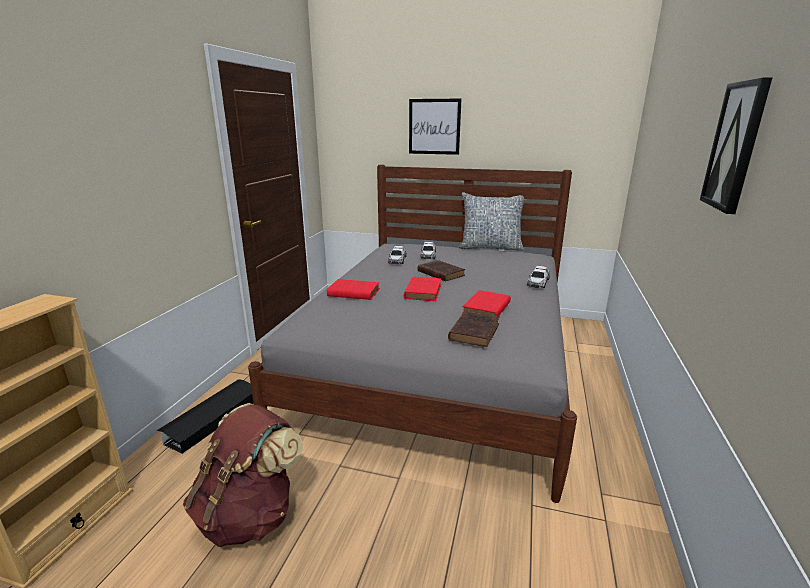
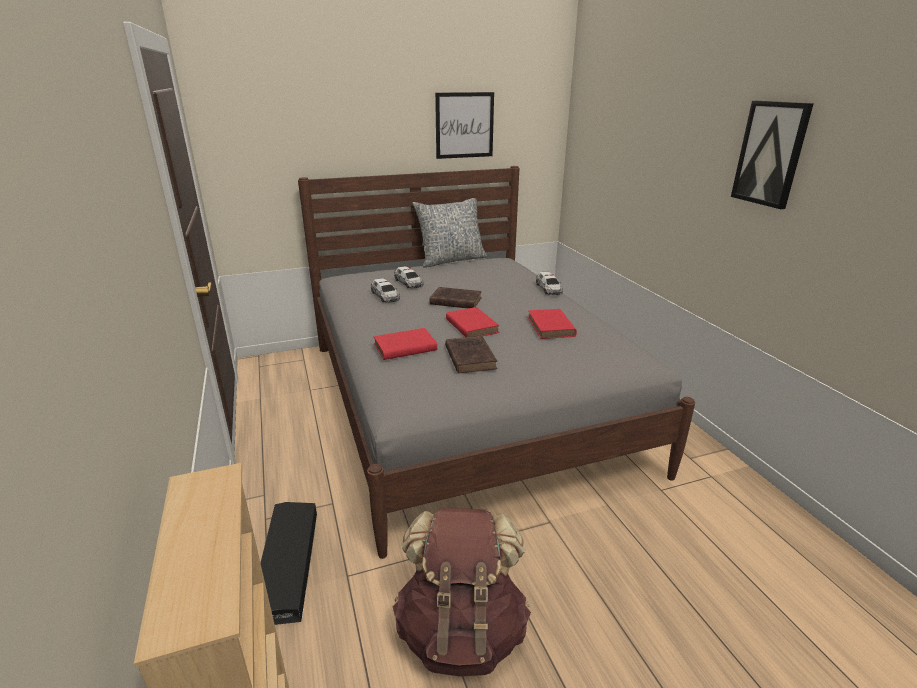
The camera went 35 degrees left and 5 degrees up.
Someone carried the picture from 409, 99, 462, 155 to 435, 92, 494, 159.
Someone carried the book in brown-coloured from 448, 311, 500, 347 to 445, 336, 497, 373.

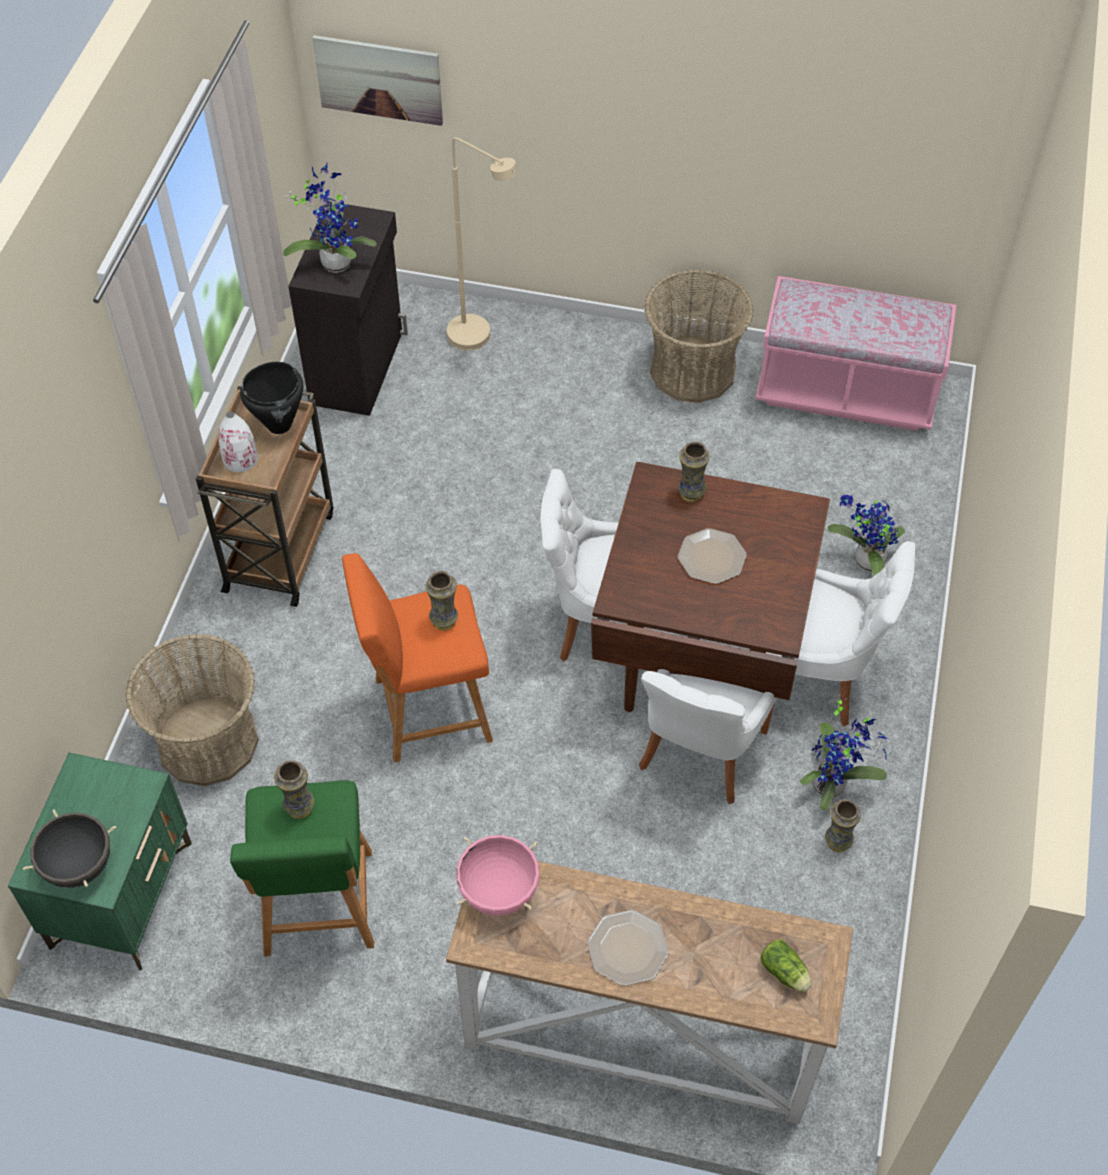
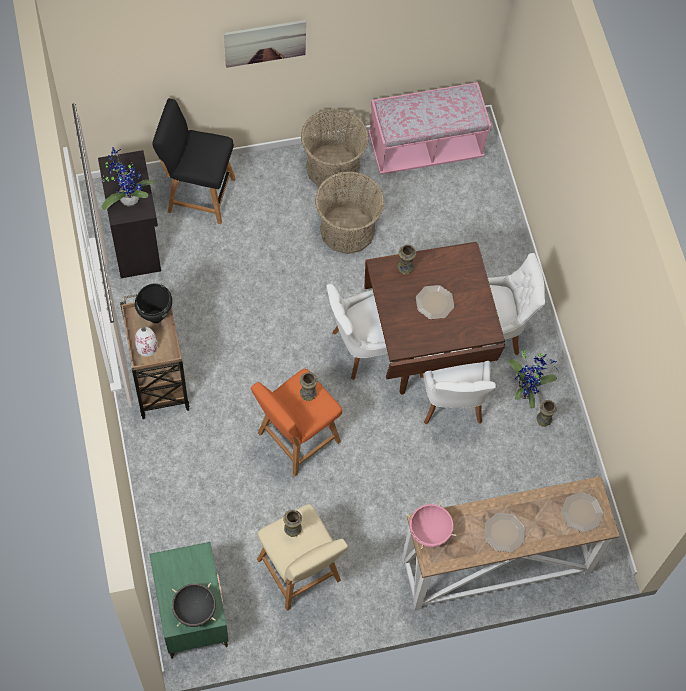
The camera went 30 degrees left and 10 degrees up.
Someone carried the picture from 312, 35, 443, 126 to 224, 20, 306, 68.
Someone swapped the standing lamp in sand-coloured at 447, 137, 518, 351 for the stool seat in black-coloured at 152, 98, 236, 225.
Someone took away the plant in a pot at 828, 494, 905, 576.
Someone carried the basket from 125, 634, 259, 786 to 315, 171, 384, 254.
Someone repainted the stool seat in green at 230, 780, 374, 957, which became the stool seat in sand-coloured at 257, 504, 348, 611.
Someone swapped the lettuce head at 760, 939, 812, 992 for the dinner plate at 561, 492, 604, 533.

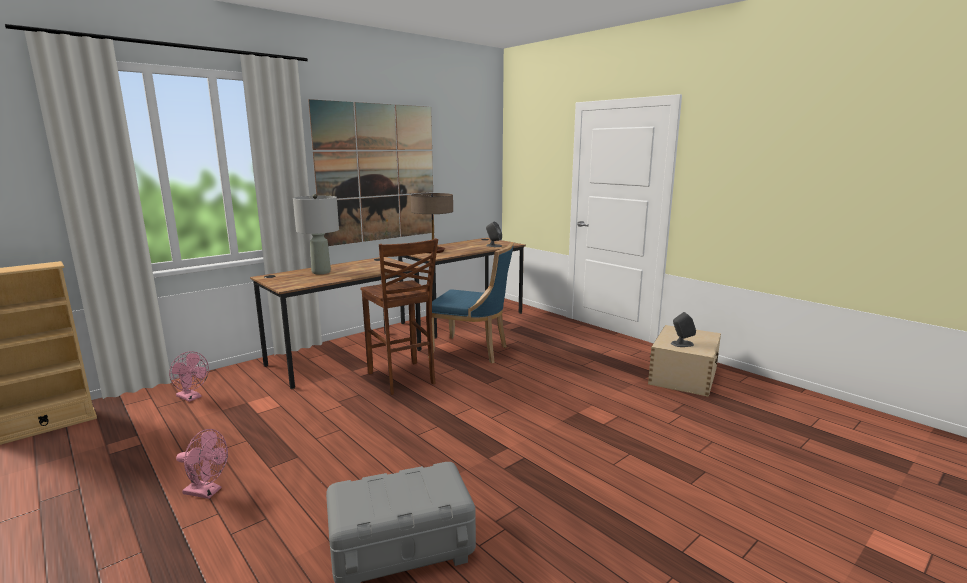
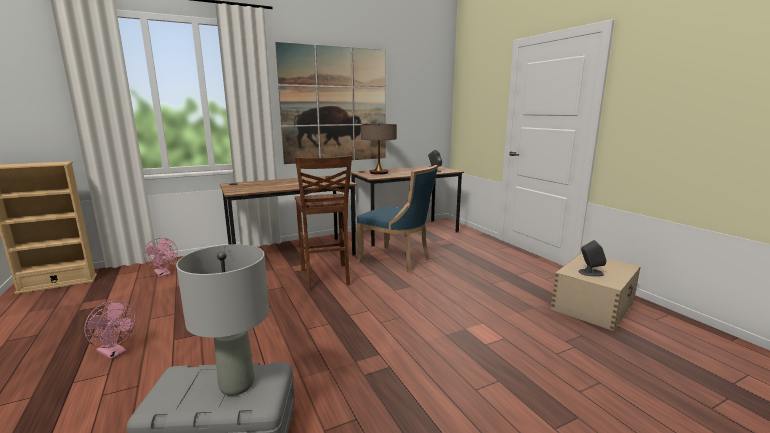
The camera went 15 degrees right and 0 degrees up.
Someone carried the lamp for a table in gray from 293, 194, 339, 274 to 176, 244, 269, 396.

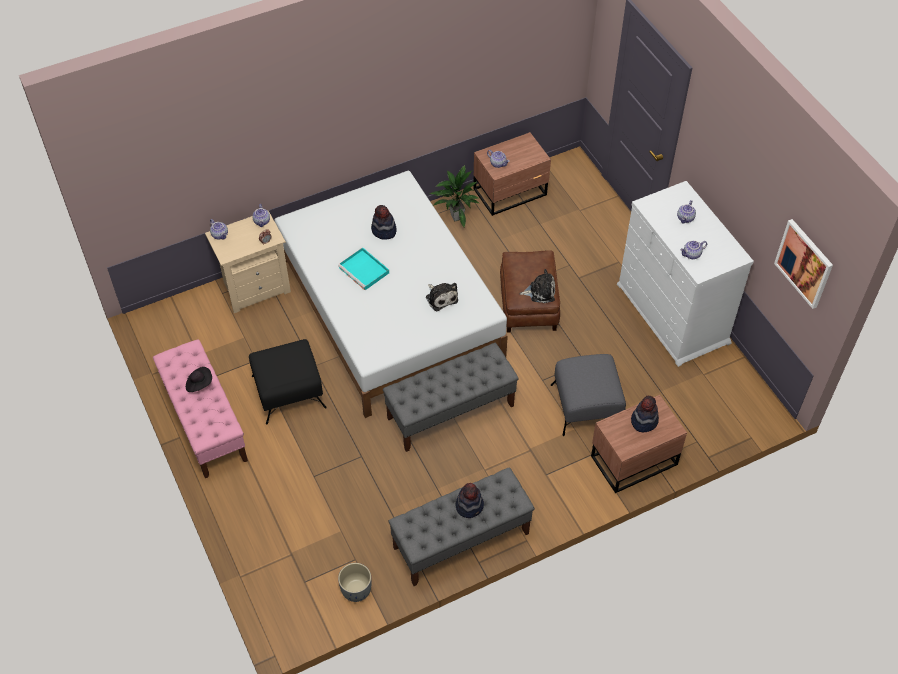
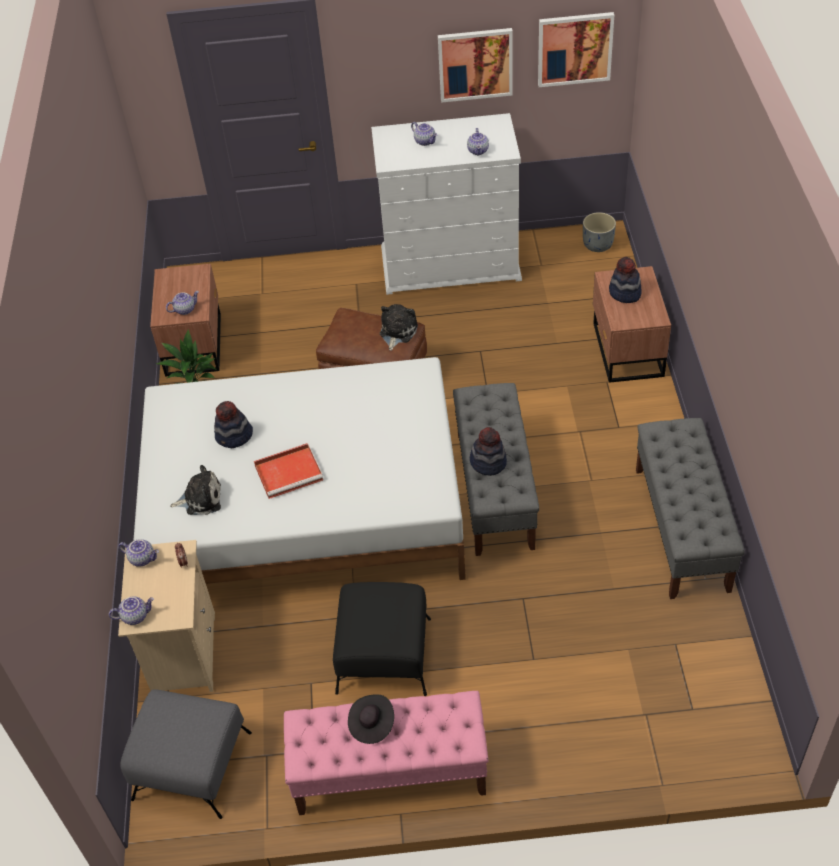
The camera went 65 degrees left and 5 degrees down.
Someone repainted the tray in blue-green at 338, 248, 389, 290, which became the tray in red-coloured at 254, 443, 323, 499.
Someone carried the plush toy from 426, 283, 458, 312 to 170, 465, 221, 515.
Someone carried the footrest in gray from 551, 354, 626, 436 to 120, 689, 252, 819.
Someone carried the clothing hat from 456, 483, 484, 518 to 470, 427, 507, 476.
Someone carried the planter in gray from 338, 563, 371, 602 to 583, 212, 616, 252.
Someone put up the picture at 438, 28, 513, 103.

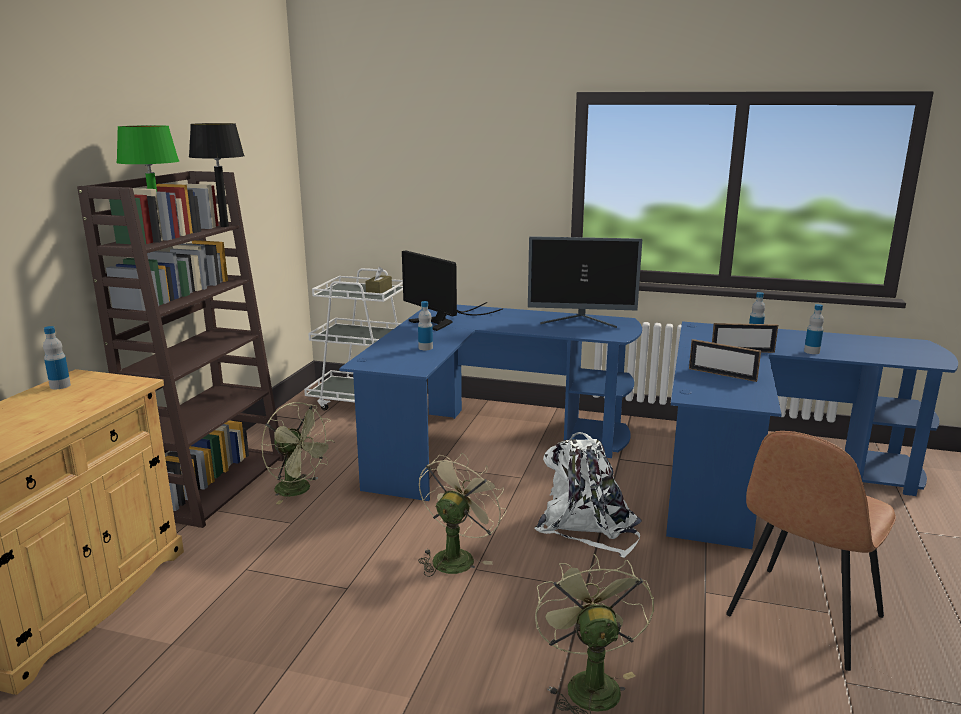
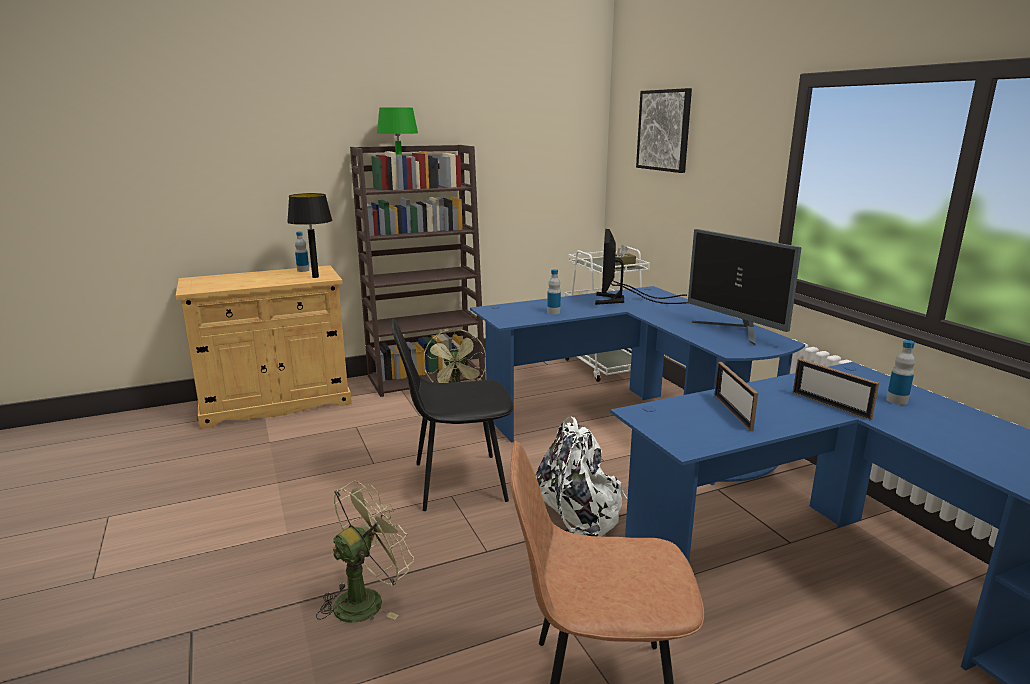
The camera went 50 degrees right and 0 degrees up.
Someone carried the lamp for a table in black-coloured from 189, 123, 245, 227 to 287, 193, 332, 278.
Someone took away the bottle at 804, 304, 824, 354.
Someone swapped the cooling fan in sand-coloured at 418, 453, 507, 577 for the plain chair in black-coloured at 391, 318, 513, 511.
Someone put up the picture at 636, 88, 692, 173.

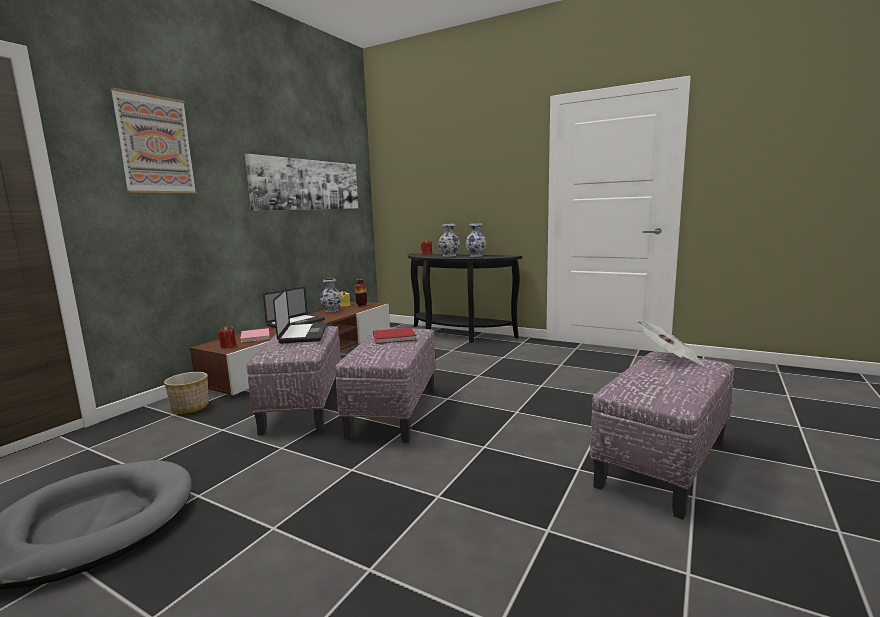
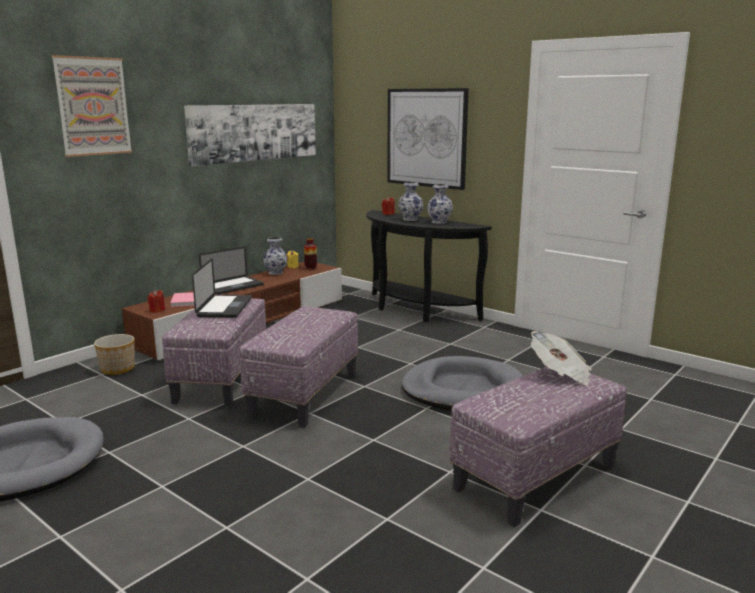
The camera went 10 degrees right and 5 degrees up.
Someone took away the book in red-coloured at 373, 328, 417, 344.
Someone put up the picture at 387, 88, 469, 190.
Someone put down the dog bed in gray at 402, 356, 523, 410.

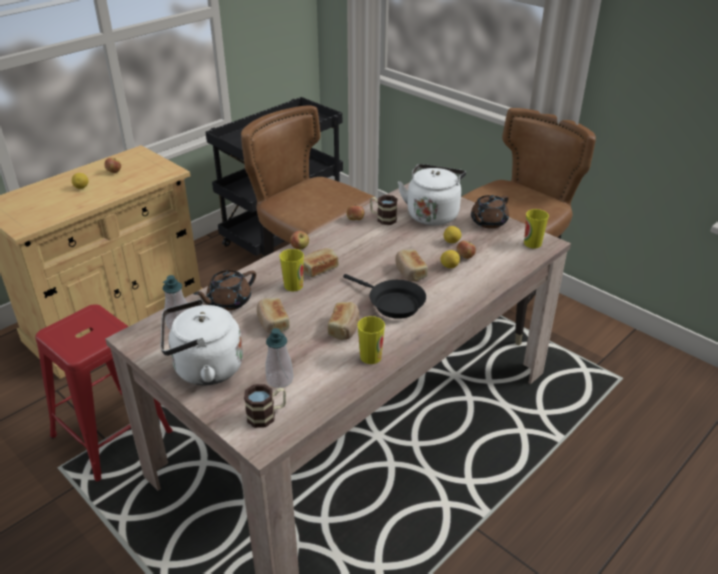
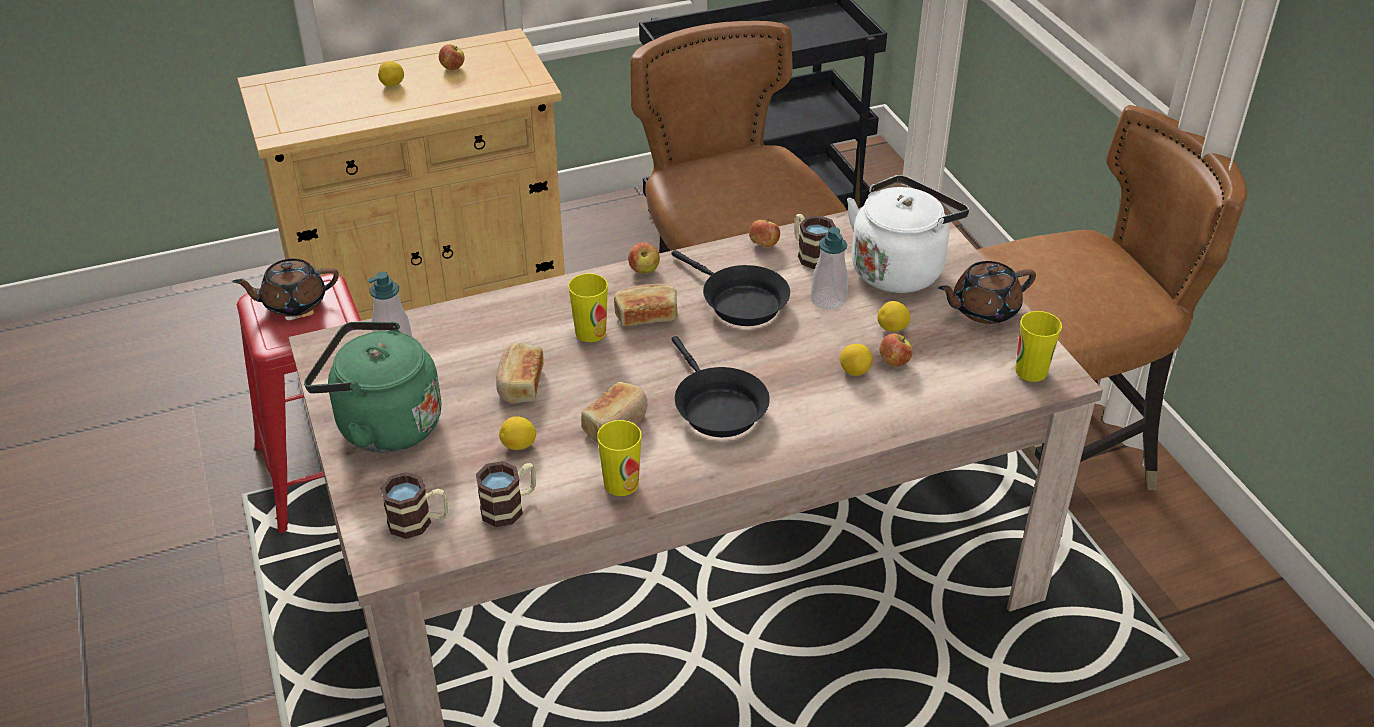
The camera went 25 degrees right and 5 degrees up.
Someone took away the bakery bread at 395, 250, 428, 282.
Someone carried the pot for tea in brown-coloured from 194, 270, 256, 310 to 232, 259, 339, 317.
Someone repainted the water kettle in white-coloured at 160, 299, 243, 385, which became the water kettle in green at 304, 322, 441, 453.
Someone carried the soap bottle from 265, 328, 293, 388 to 811, 227, 848, 310.
Someone put down the pan in black-coloured at 672, 250, 790, 326.
Someone put down the lemon at 499, 416, 536, 450.
Someone put down the tea mug at 476, 461, 536, 527.

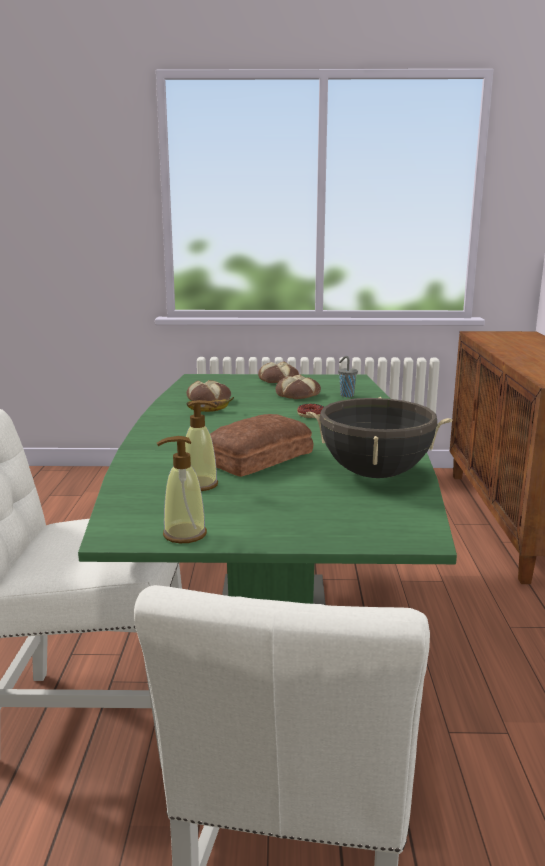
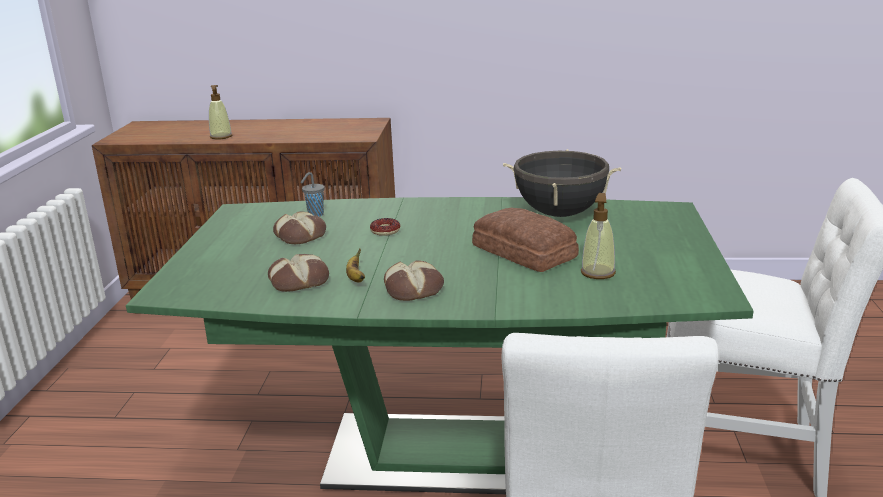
The camera went 85 degrees left and 5 degrees up.
Someone carried the bakery bread from 258, 361, 299, 383 to 384, 260, 444, 301.
Someone carried the soap bottle from 157, 436, 207, 543 to 209, 85, 233, 140.

